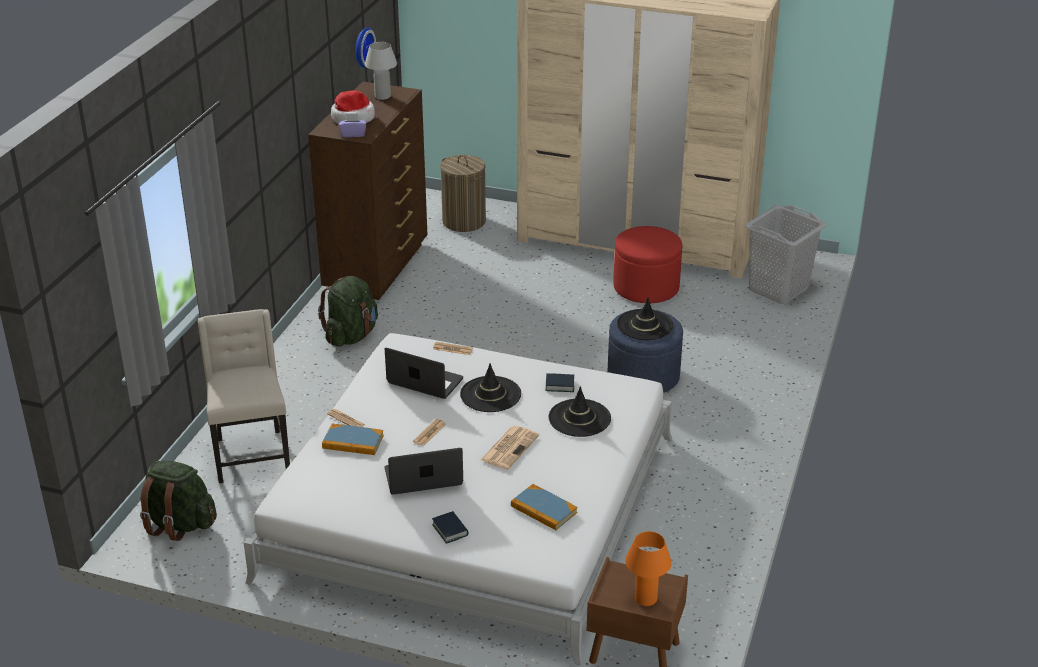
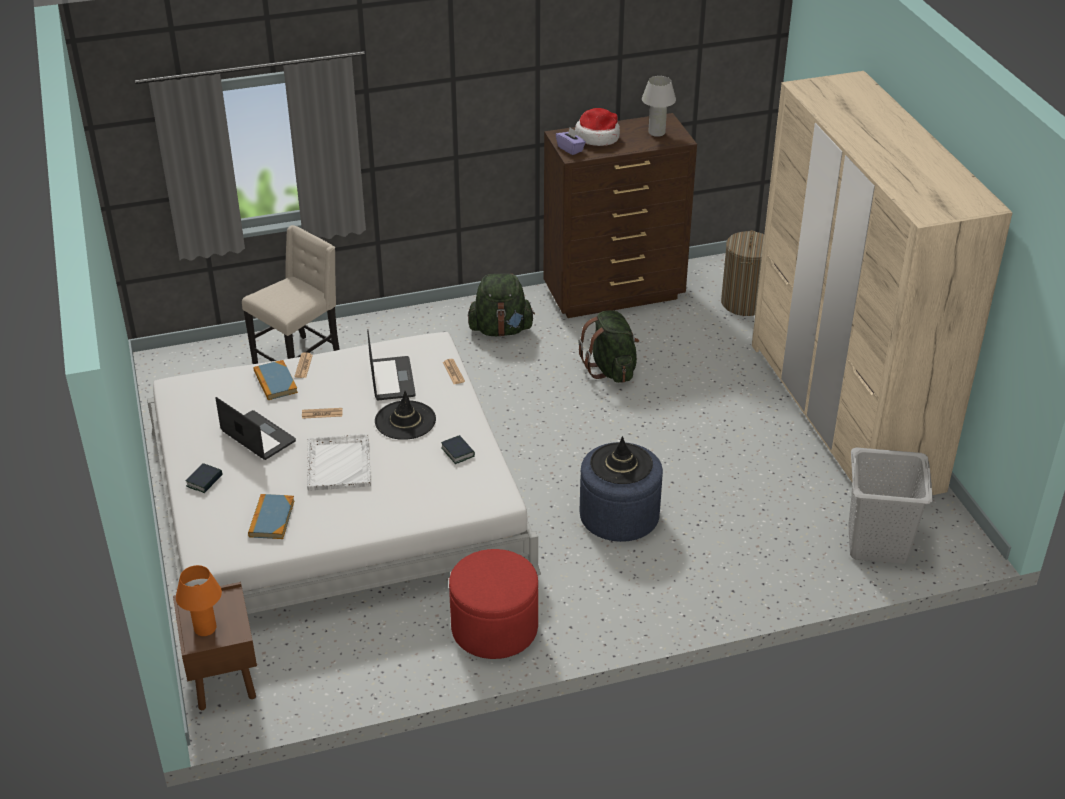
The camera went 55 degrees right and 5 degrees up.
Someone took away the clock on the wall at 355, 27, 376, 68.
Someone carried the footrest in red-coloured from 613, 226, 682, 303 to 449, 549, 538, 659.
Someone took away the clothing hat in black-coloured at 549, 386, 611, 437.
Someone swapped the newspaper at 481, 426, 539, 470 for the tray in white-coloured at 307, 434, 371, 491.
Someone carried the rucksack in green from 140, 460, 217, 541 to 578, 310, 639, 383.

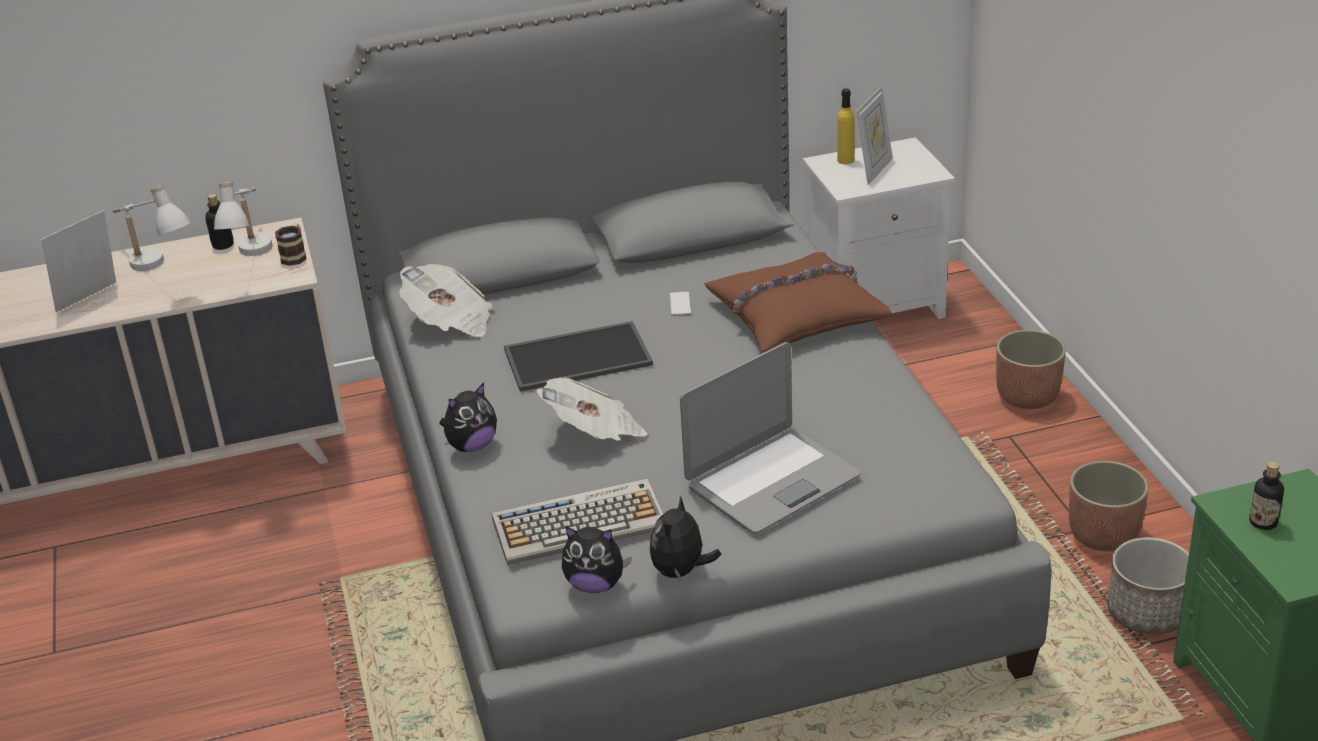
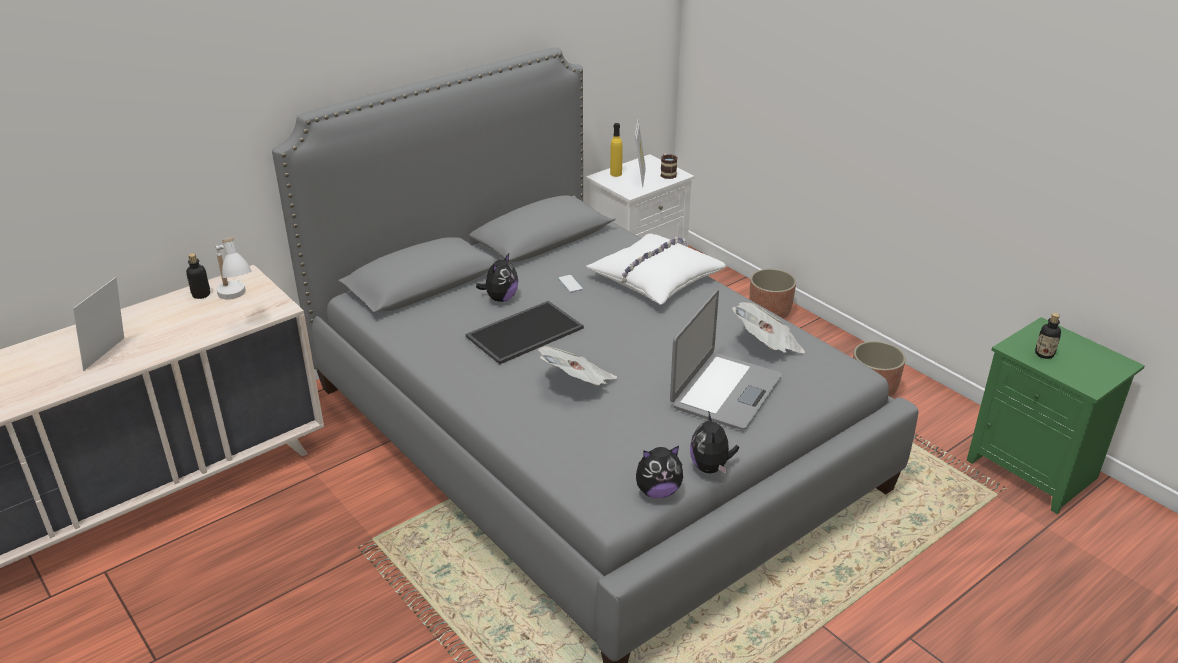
The camera went 25 degrees left and 0 degrees up.
Someone took away the lamp for a table in white-coloured at 112, 185, 191, 271.
Someone carried the tea mug from 275, 223, 306, 266 to 661, 154, 678, 179.
Someone repainted the pillow in brown-coloured at 704, 252, 892, 351, which became the pillow in white-coloured at 586, 234, 727, 305.
Someone carried the newspaper from 399, 264, 492, 337 to 732, 302, 805, 353.
Someone carried the plush toy from 439, 383, 497, 452 to 476, 253, 518, 302.
Someone took away the PC keyboard at 492, 478, 663, 565.
Someone took away the planter at 1107, 537, 1189, 635.

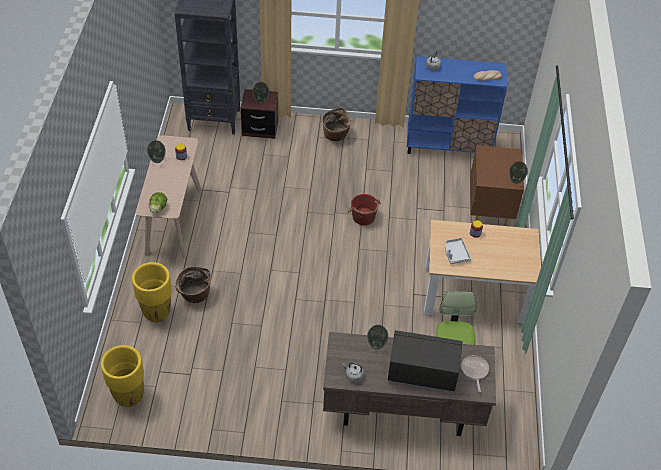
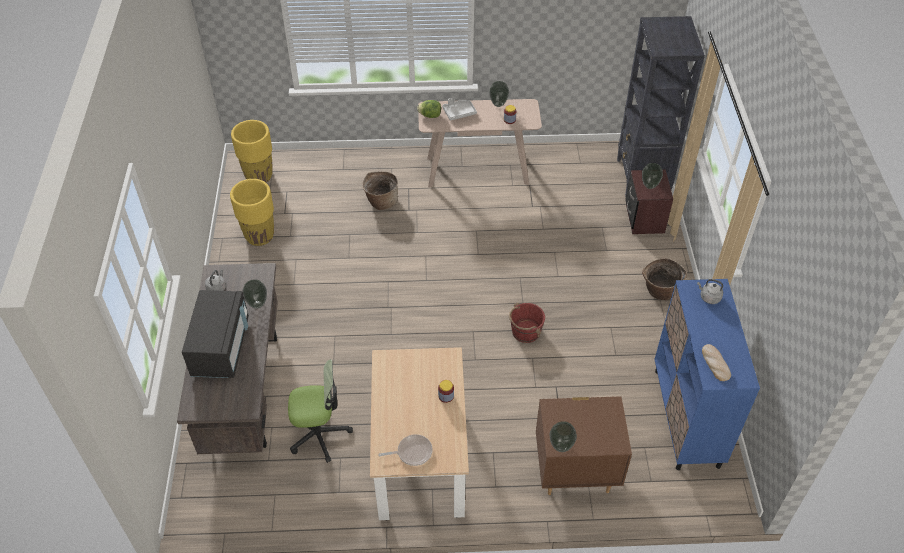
The camera went 85 degrees right and 0 degrees up.
Someone carried the tray in gray from 445, 238, 471, 264 to 442, 98, 477, 121.
Someone carried the planter in yellow from 132, 262, 172, 322 to 230, 179, 274, 246.
Someone carried the pan from 461, 355, 489, 392 to 378, 434, 433, 466.

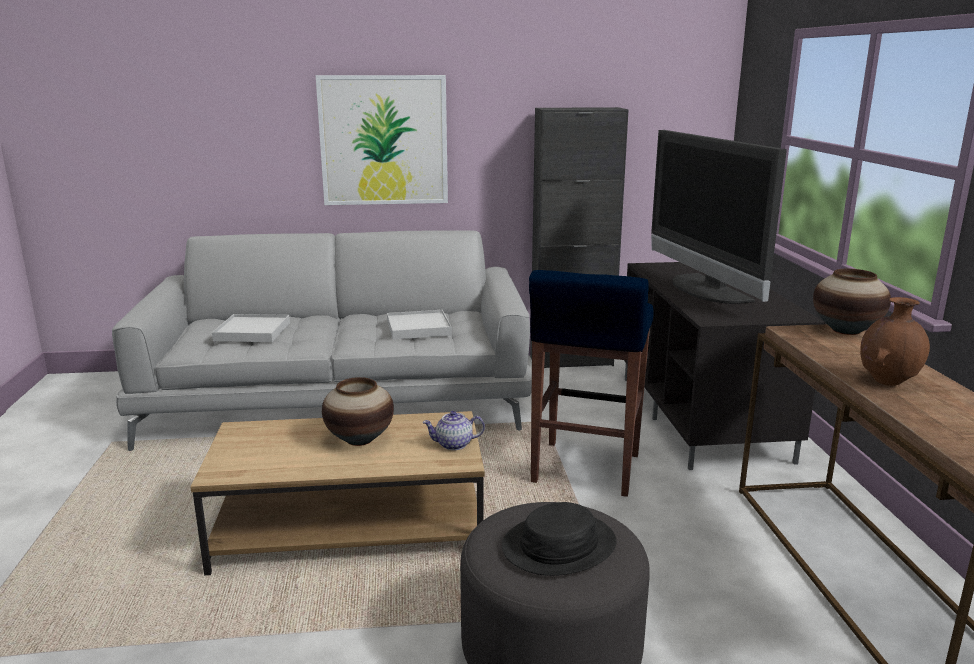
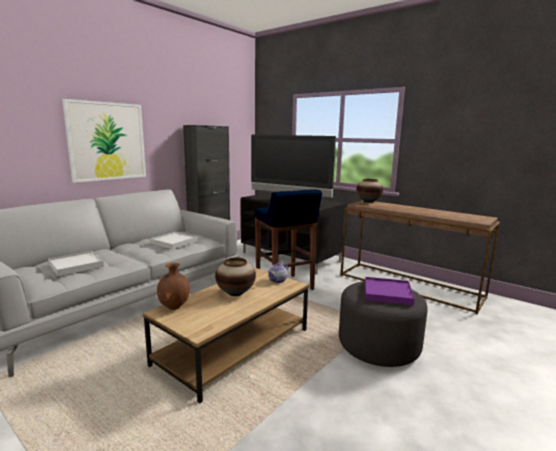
The camera went 45 degrees left and 5 degrees down.
Someone carried the vase in brown-coloured from 860, 297, 930, 386 to 157, 263, 190, 310.
Someone swapped the clothing hat in black-coloured at 502, 502, 617, 576 for the tray in purple-coloured at 365, 277, 415, 305.

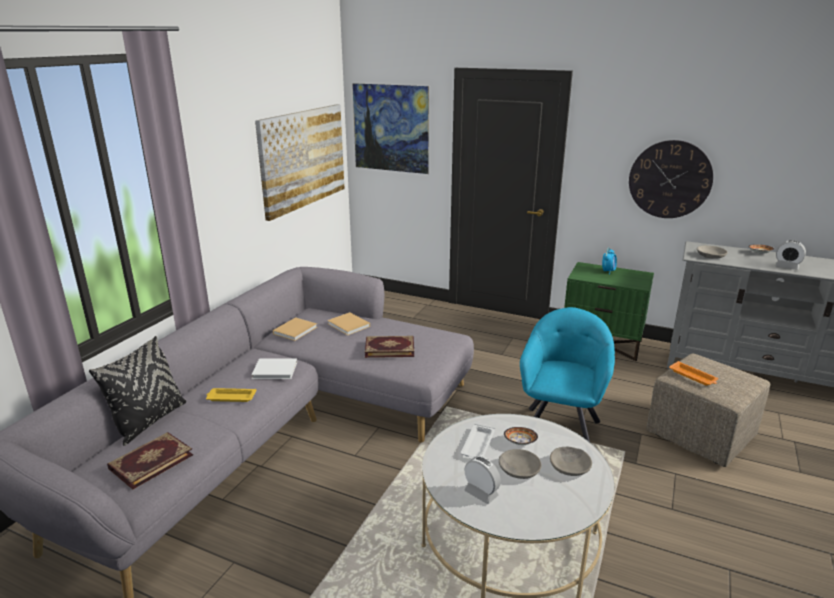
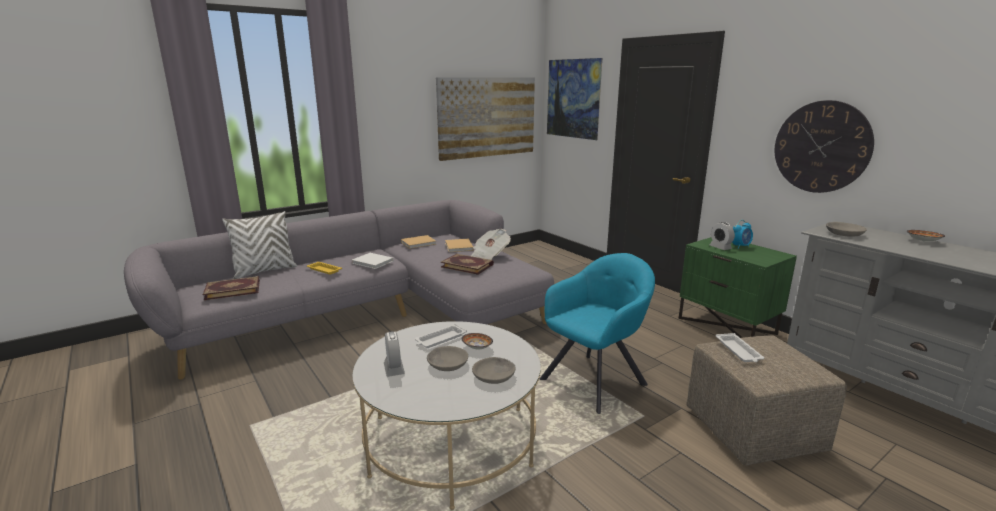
The camera went 30 degrees right and 5 degrees down.
Someone carried the bedside clock from 776, 240, 806, 270 to 710, 222, 735, 250.
Someone repainted the pillow in black-coloured at 89, 336, 186, 446, which became the pillow in white-coloured at 222, 211, 297, 279.
Someone repainted the tray in orangey at 669, 361, 718, 386, which became the tray in white-coloured at 716, 333, 764, 362.
Someone put down the newspaper at 471, 229, 511, 260.

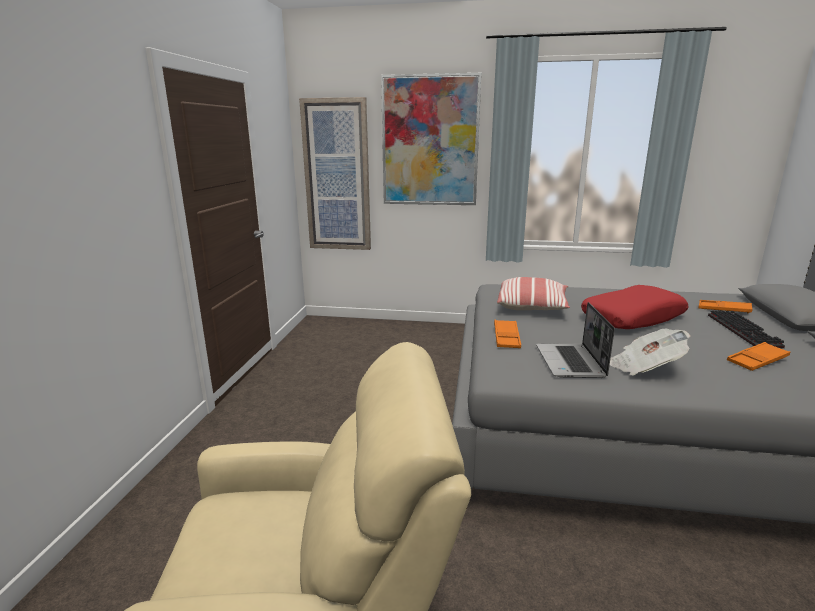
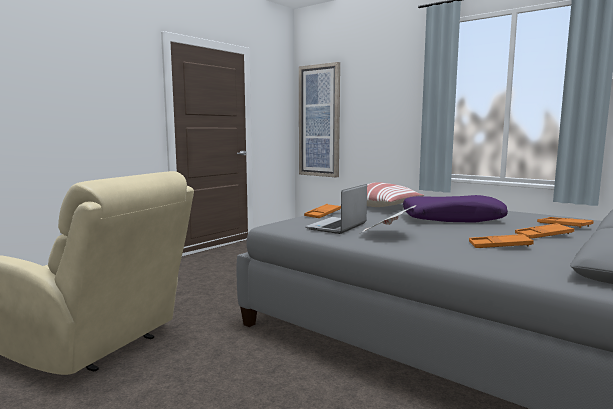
The camera went 30 degrees right and 10 degrees down.
Someone took away the picture at 381, 73, 481, 205.
Someone repainted the pillow in red-coloured at 581, 285, 688, 329, which became the pillow in purple-coloured at 403, 195, 508, 223.
Someone swapped the PC keyboard at 708, 310, 785, 348 for the tray in orangey at 515, 223, 574, 239.

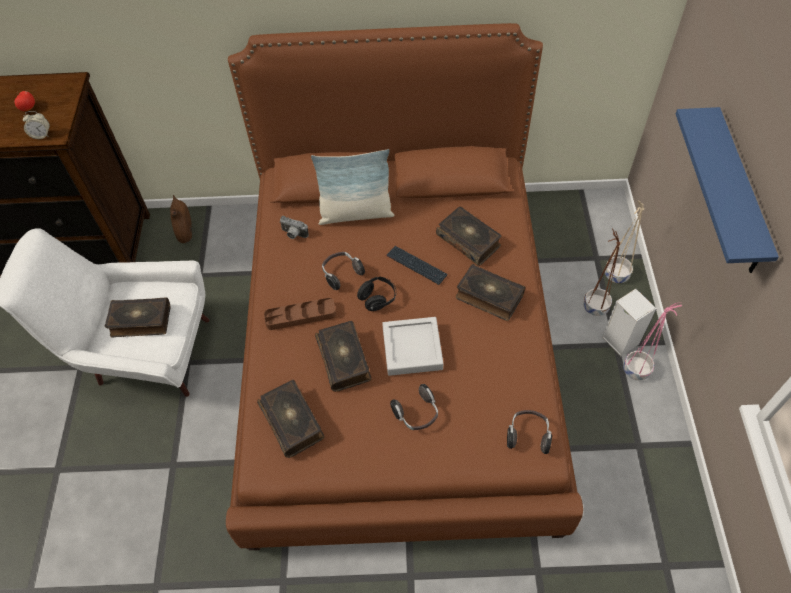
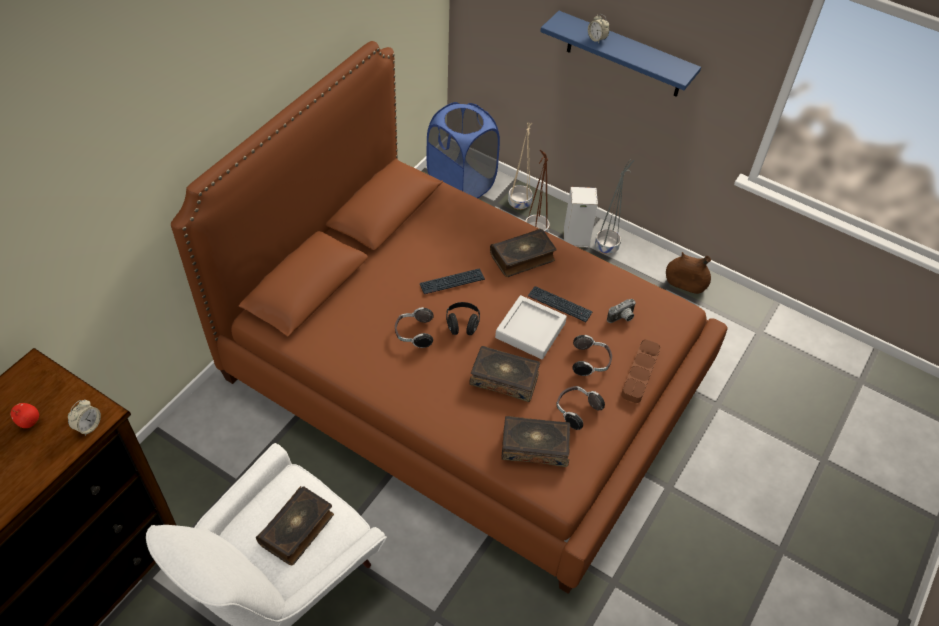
The camera went 60 degrees left and 5 degrees down.
Someone took away the pillow at 311, 149, 394, 225.
Someone carried the vase in brown-coloured from 170, 195, 192, 243 to 666, 252, 711, 294.
Someone took away the book at 436, 206, 501, 266.
Someone carried the photo camera from 280, 216, 309, 239 to 607, 299, 636, 323.
Someone carried the tray in brown-coloured from 264, 298, 336, 330 to 621, 339, 660, 403.
Someone repainted the planter in pinkish at 623, 303, 682, 380, which became the planter in gray at 595, 160, 634, 254.
Someone carried the headphones from 507, 410, 552, 454 to 556, 386, 605, 430.
Someone put down the bedside clock at 588, 14, 609, 43.
Someone put down the washing basket in blue at 427, 102, 500, 199.
Someone put down the PC keyboard at 528, 286, 593, 322.

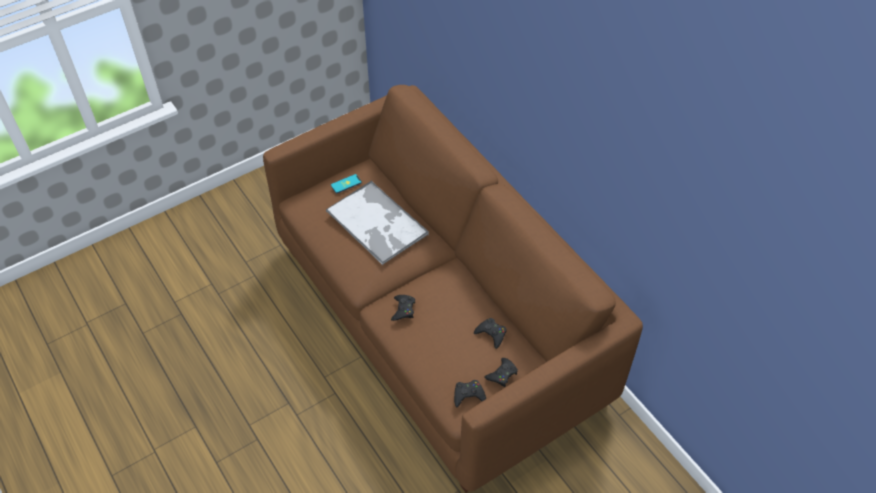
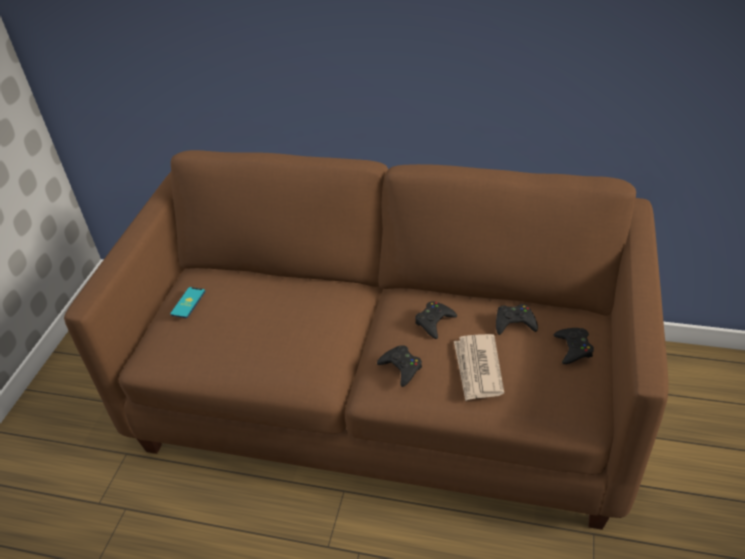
The camera went 40 degrees left and 10 degrees down.
Someone took away the tray at 326, 180, 429, 265.
Someone carried the joypad in black-coloured from 454, 380, 486, 407 to 415, 301, 457, 339.
Someone put down the newspaper at 454, 334, 504, 401.

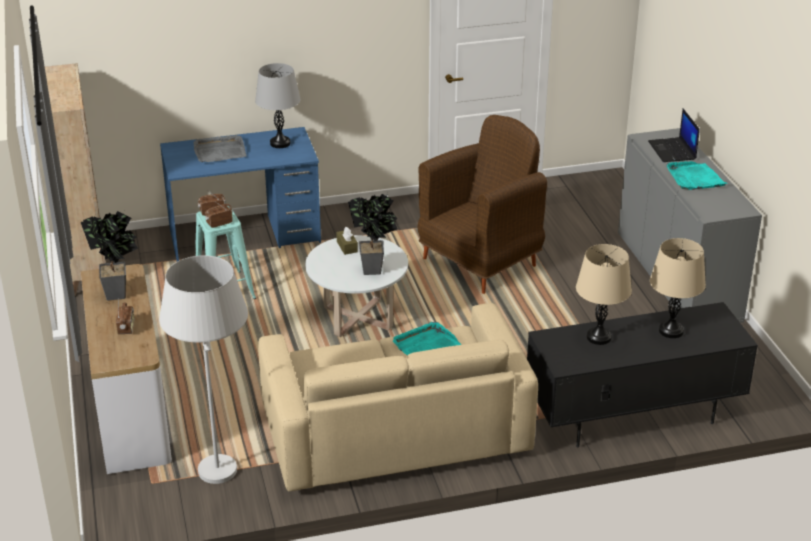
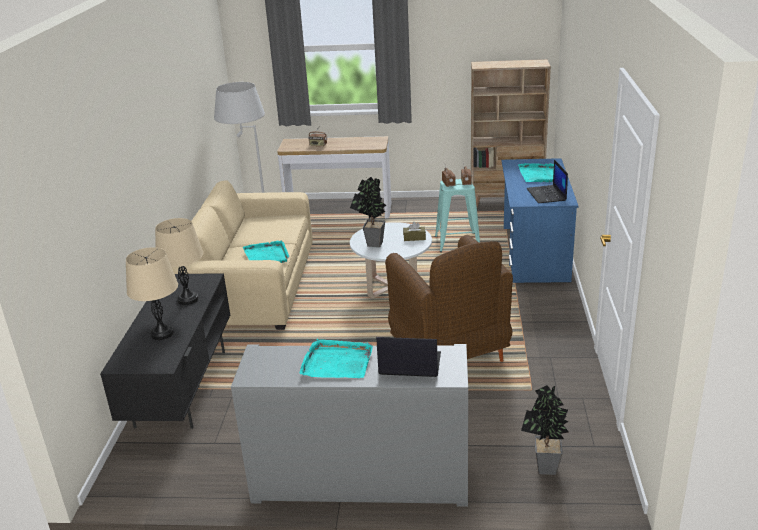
The camera went 110 degrees right and 5 degrees down.
Someone swapped the lamp for a table in gray at 255, 63, 301, 148 for the laptop at 526, 160, 568, 203.
Someone repainted the tray in gray at 193, 135, 247, 162, which became the tray in blue-green at 518, 163, 554, 182.
Someone carried the plant in a pot from 80, 211, 138, 301 to 521, 385, 569, 475.

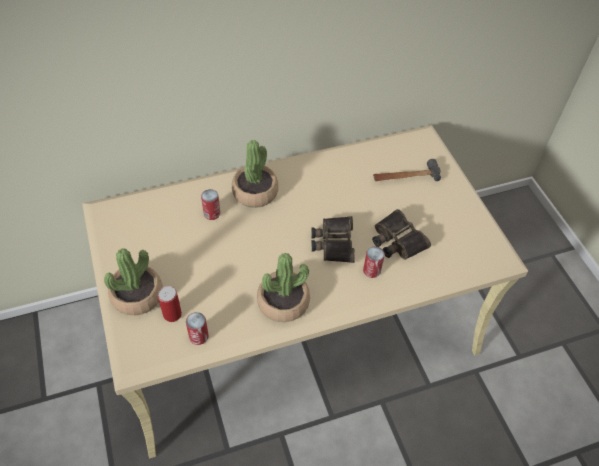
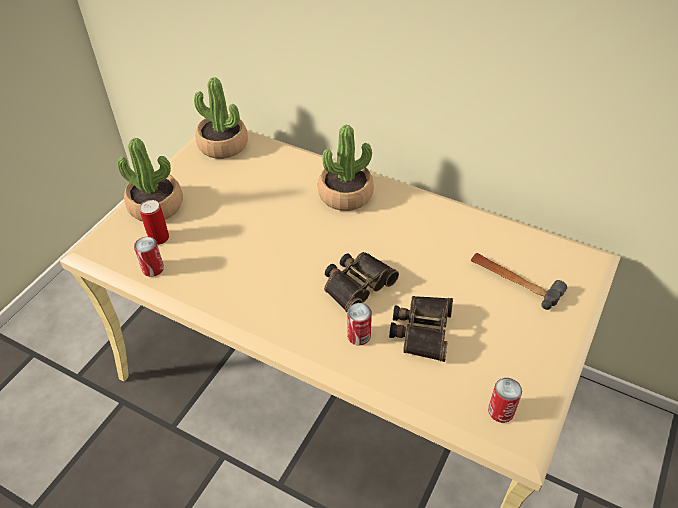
The camera went 50 degrees right and 5 degrees down.
Someone carried the sealed can from 201, 189, 220, 220 to 488, 378, 522, 423.
Someone carried the plant in a pot from 257, 253, 310, 322 to 194, 77, 248, 159.

